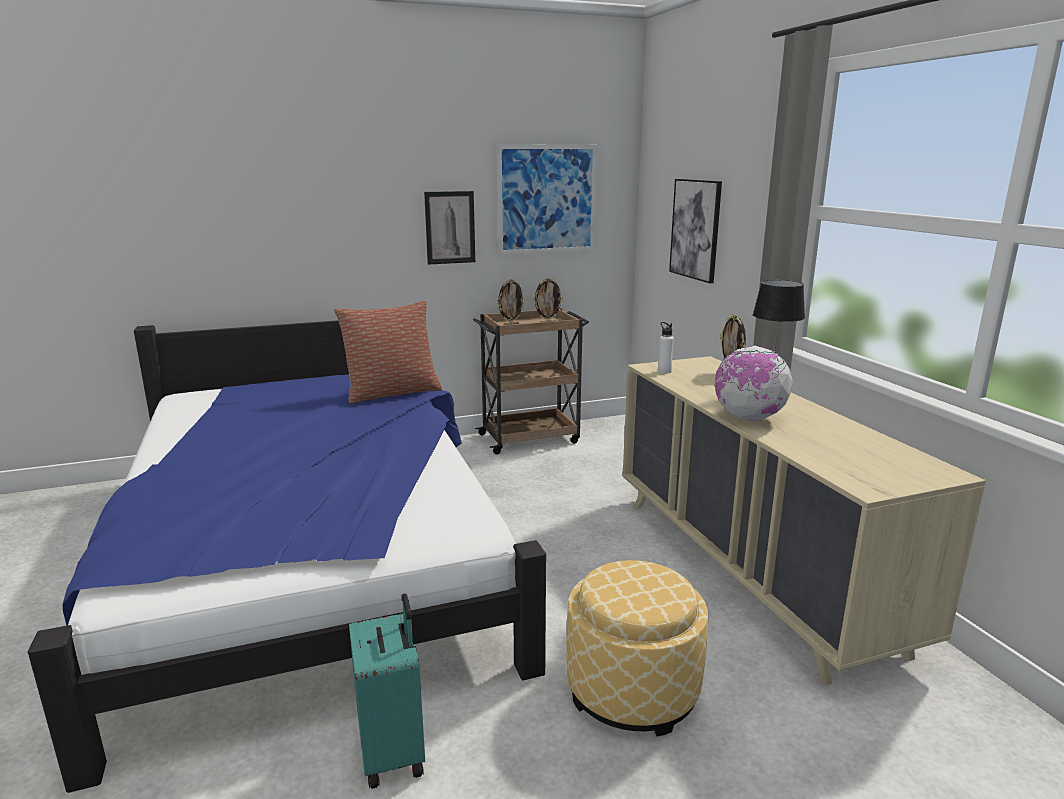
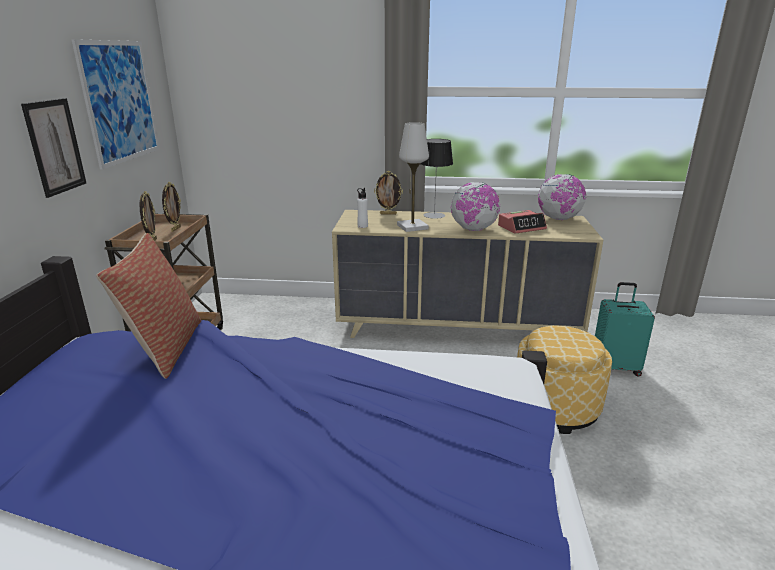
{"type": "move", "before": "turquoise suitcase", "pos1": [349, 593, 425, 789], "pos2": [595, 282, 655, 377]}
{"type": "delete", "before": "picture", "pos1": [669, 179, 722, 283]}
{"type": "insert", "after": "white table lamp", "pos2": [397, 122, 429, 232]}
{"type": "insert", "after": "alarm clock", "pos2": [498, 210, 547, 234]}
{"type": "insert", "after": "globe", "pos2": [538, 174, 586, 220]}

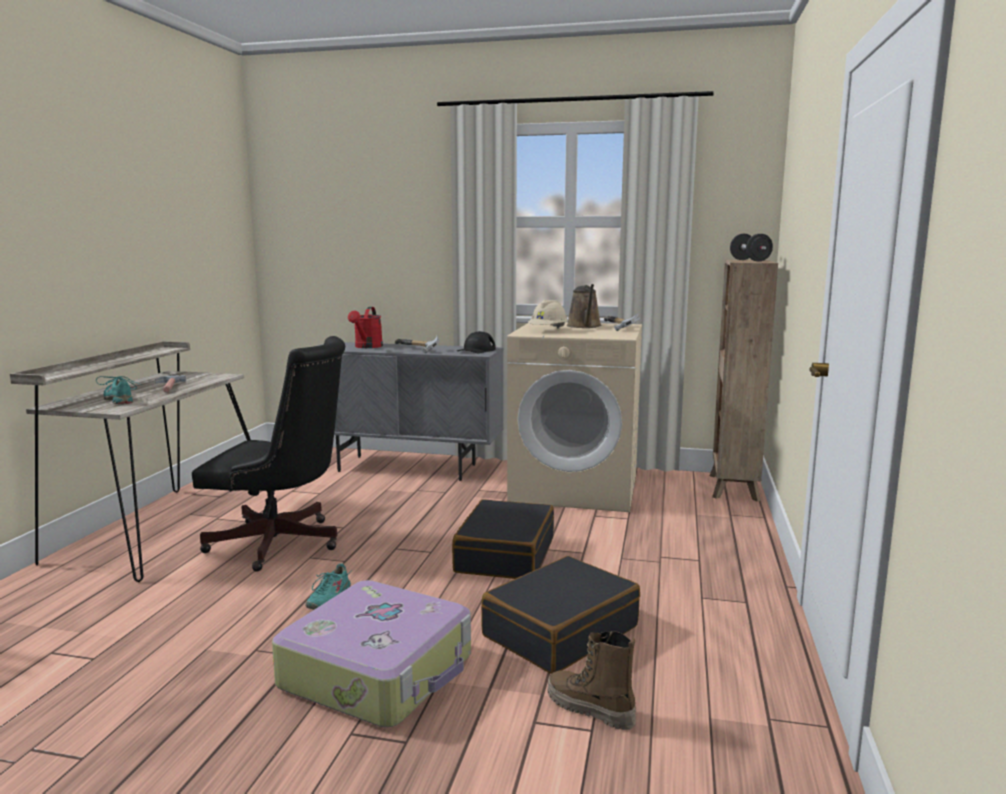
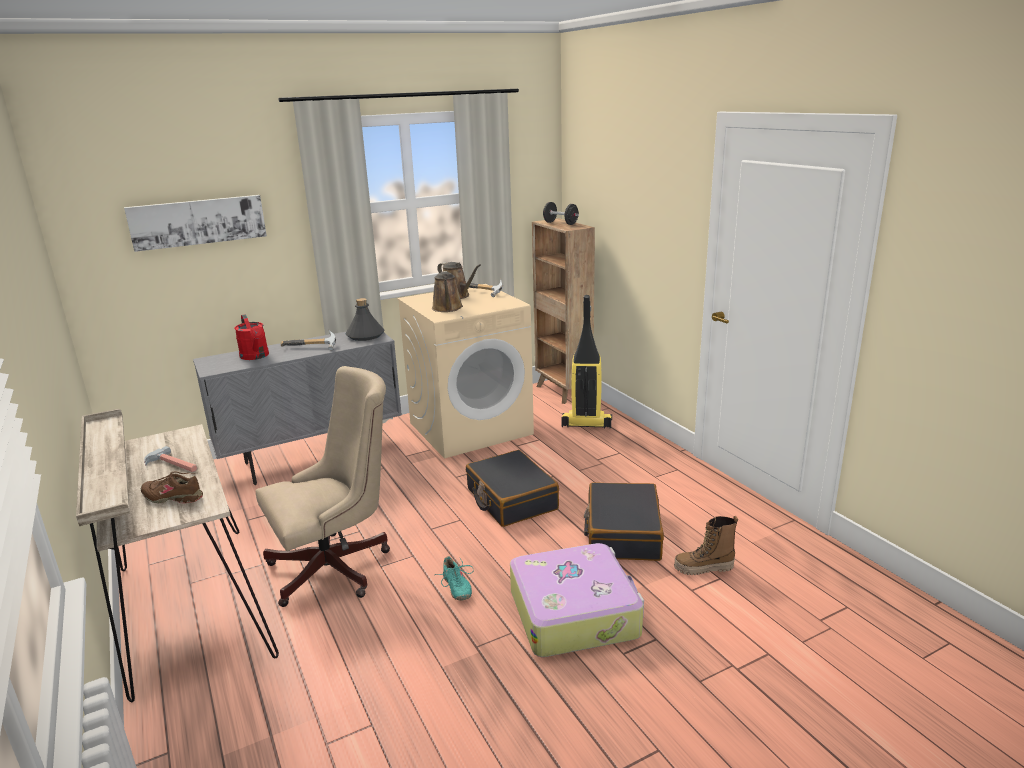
{"type": "recolor", "before": "turquoise shoe", "after": "brown shoe", "pos1": [96, 376, 142, 404], "pos2": [141, 471, 203, 503]}
{"type": "recolor", "before": "black office chair", "after": "beige office chair", "pos1": [192, 336, 345, 571], "pos2": [256, 366, 390, 607]}
{"type": "replace", "before": "black cap", "after": "grey bottle", "pos1": [457, 331, 496, 353], "pos2": [345, 298, 384, 341]}
{"type": "replace", "before": "beige hard hat", "after": "brown watering can", "pos1": [528, 300, 568, 328], "pos2": [432, 271, 463, 312]}
{"type": "insert", "after": "picture", "pos2": [124, 195, 267, 252]}
{"type": "insert", "after": "vacuum cleaner", "pos2": [562, 295, 612, 429]}

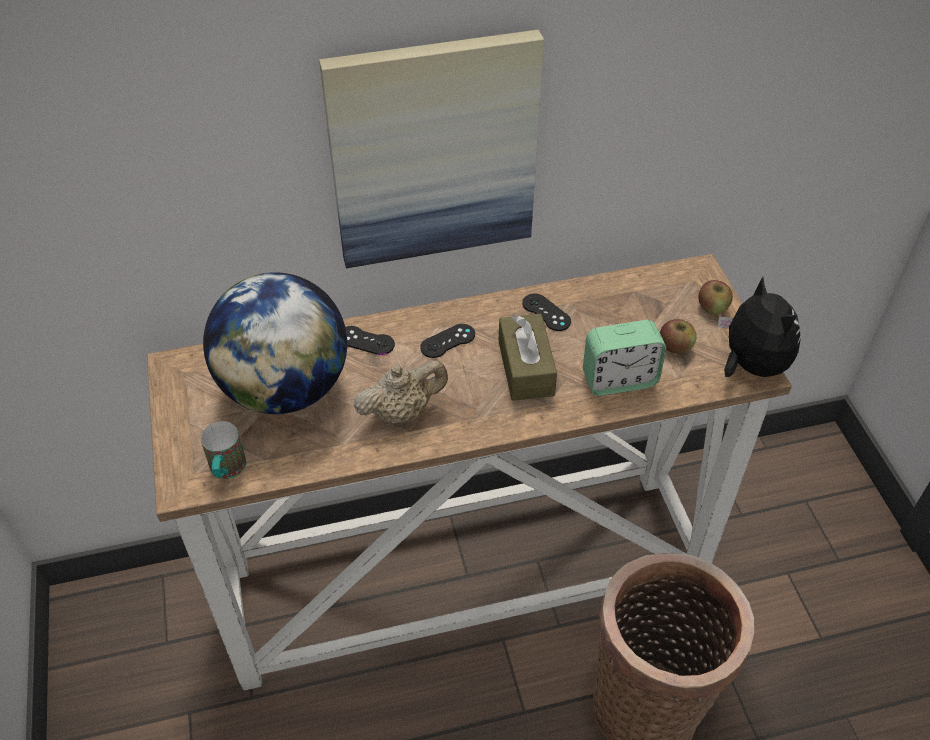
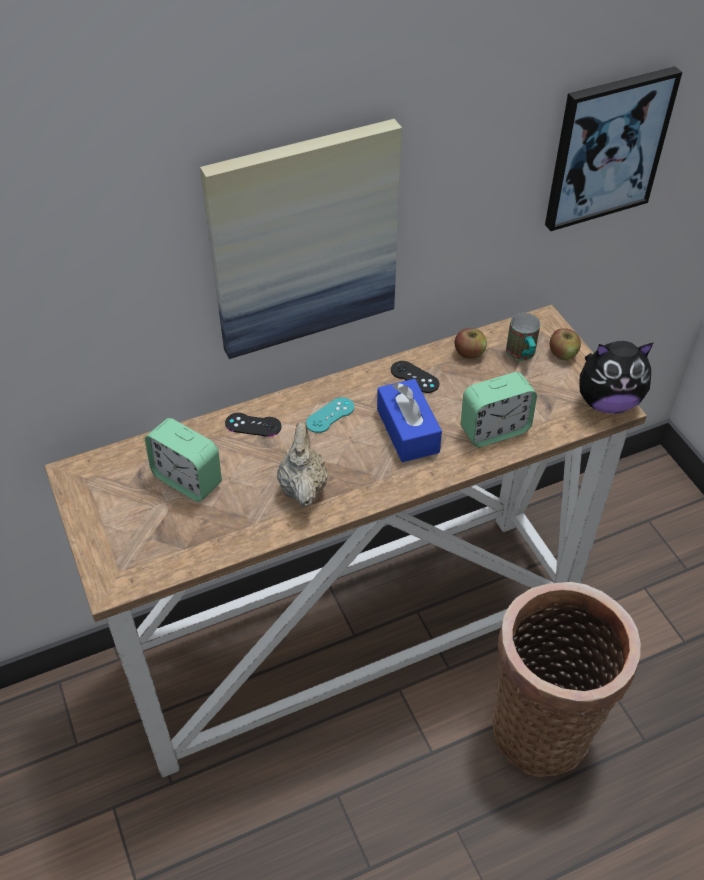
{"type": "move", "before": "mug", "pos1": [201, 421, 246, 479], "pos2": [506, 313, 540, 361]}
{"type": "replace", "before": "globe", "after": "alarm clock", "pos1": [203, 272, 347, 414], "pos2": [145, 418, 222, 502]}
{"type": "rotate", "before": "beige teapot", "pos1": [354, 360, 448, 424], "pos2": [277, 421, 328, 507], "turn": -60}
{"type": "recolor", "before": "black game controller", "after": "turquoise game controller", "pos1": [420, 324, 475, 358], "pos2": [306, 397, 354, 433]}
{"type": "recolor", "before": "brown tissue box", "after": "blue tissue box", "pos1": [499, 314, 557, 401], "pos2": [377, 379, 442, 462]}
{"type": "move", "before": "apple", "pos1": [660, 319, 697, 354], "pos2": [455, 328, 487, 359]}
{"type": "rotate", "before": "plush toy", "pos1": [718, 277, 801, 377], "pos2": [579, 341, 654, 414], "turn": 120}
{"type": "insert", "after": "picture", "pos2": [545, 66, 682, 231]}

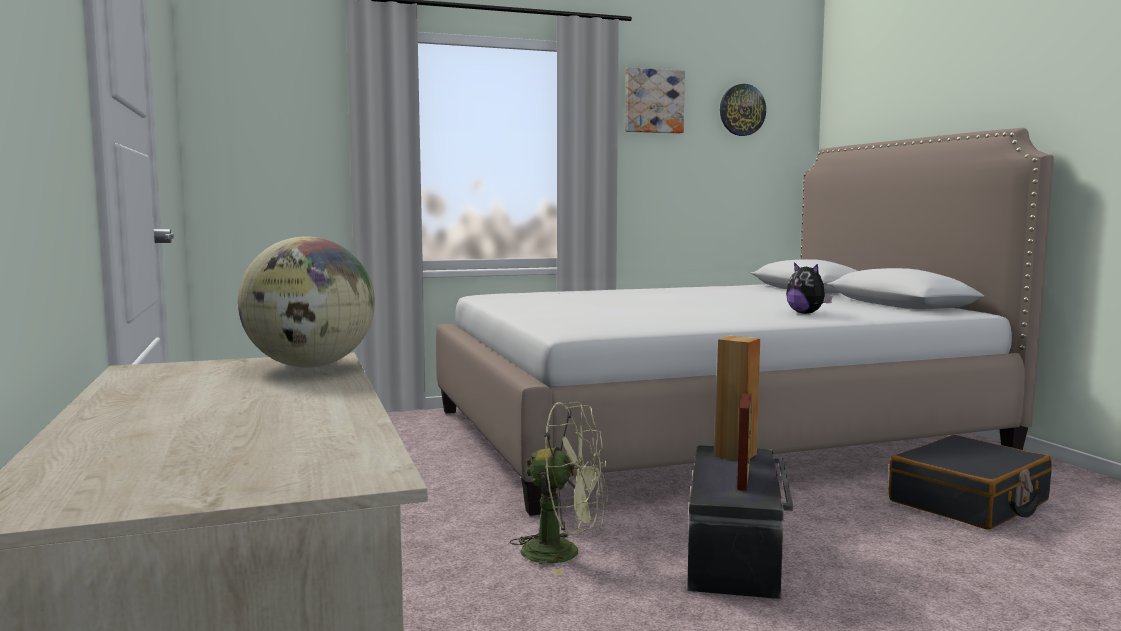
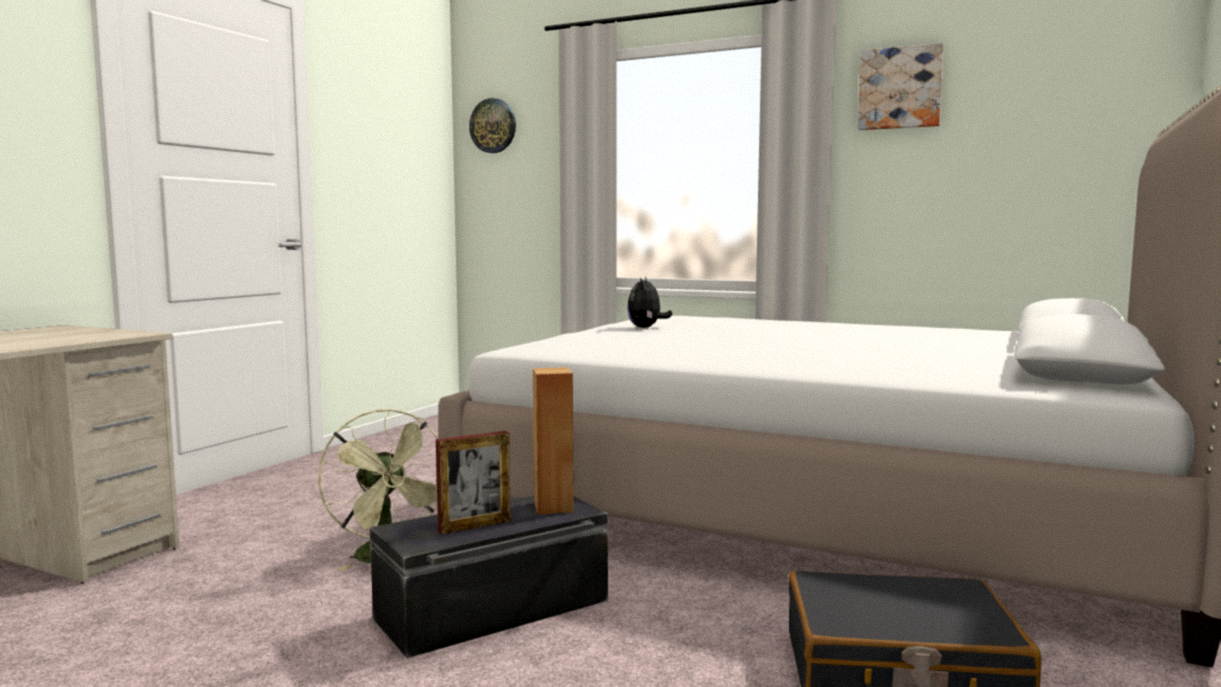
{"type": "delete", "before": "globe", "pos1": [238, 236, 375, 368]}
{"type": "move", "before": "wall clock", "pos1": [720, 84, 766, 136], "pos2": [469, 98, 516, 153]}
{"type": "move", "before": "plush toy", "pos1": [786, 262, 832, 314], "pos2": [627, 276, 672, 328]}

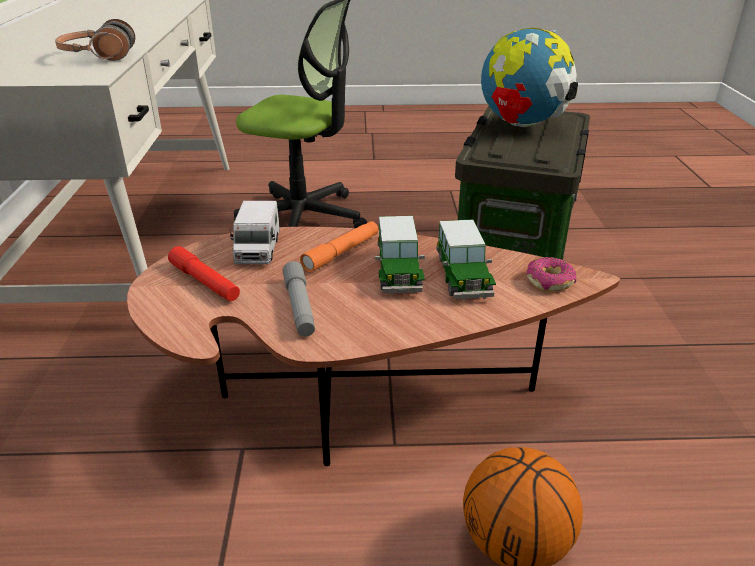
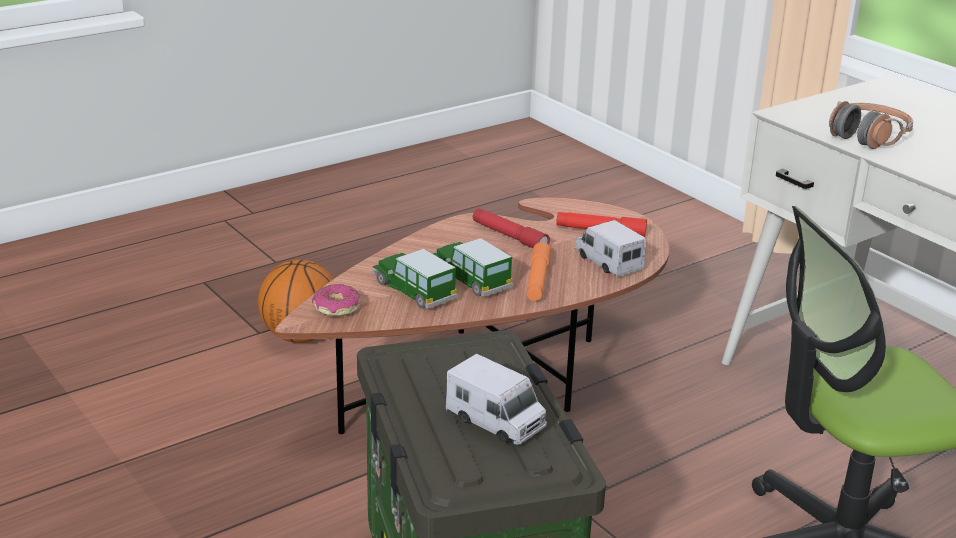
{"type": "recolor", "before": "grey flashlight", "after": "red flashlight", "pos1": [283, 261, 315, 337], "pos2": [473, 209, 550, 248]}
{"type": "replace", "before": "globe", "after": "toy truck", "pos1": [481, 28, 578, 127], "pos2": [446, 354, 547, 445]}

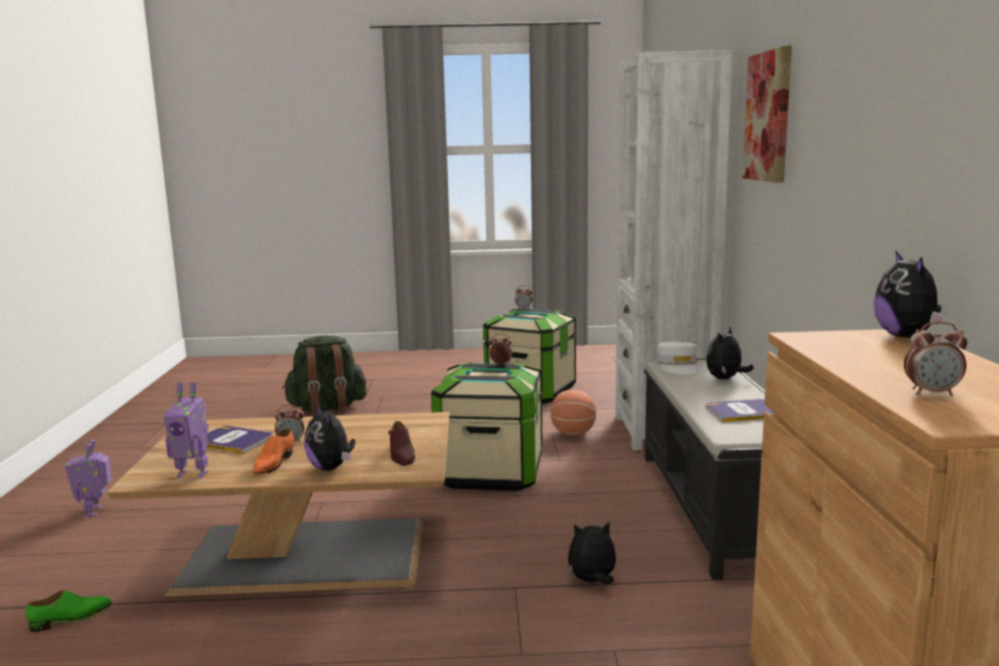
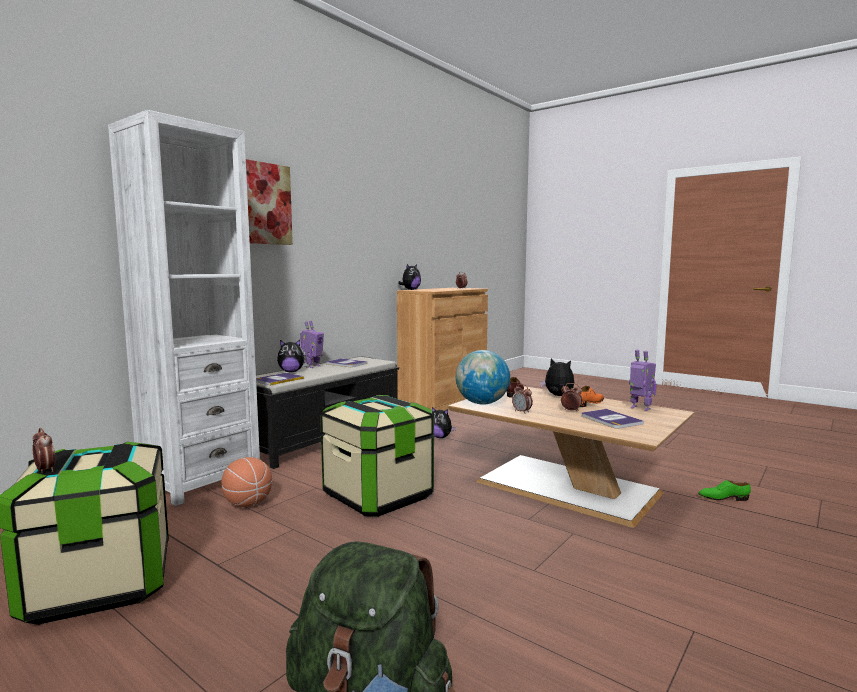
{"type": "move", "before": "toy robot", "pos1": [65, 440, 111, 517], "pos2": [300, 321, 324, 368]}
{"type": "rotate", "before": "plush toy", "pos1": [304, 404, 355, 471], "pos2": [540, 358, 574, 396], "turn": -60}
{"type": "move", "before": "alarm clock", "pos1": [490, 333, 513, 365], "pos2": [512, 384, 533, 413]}
{"type": "replace", "before": "white cap", "after": "book", "pos1": [657, 341, 699, 374], "pos2": [256, 373, 304, 385]}
{"type": "insert", "after": "globe", "pos2": [456, 350, 510, 405]}

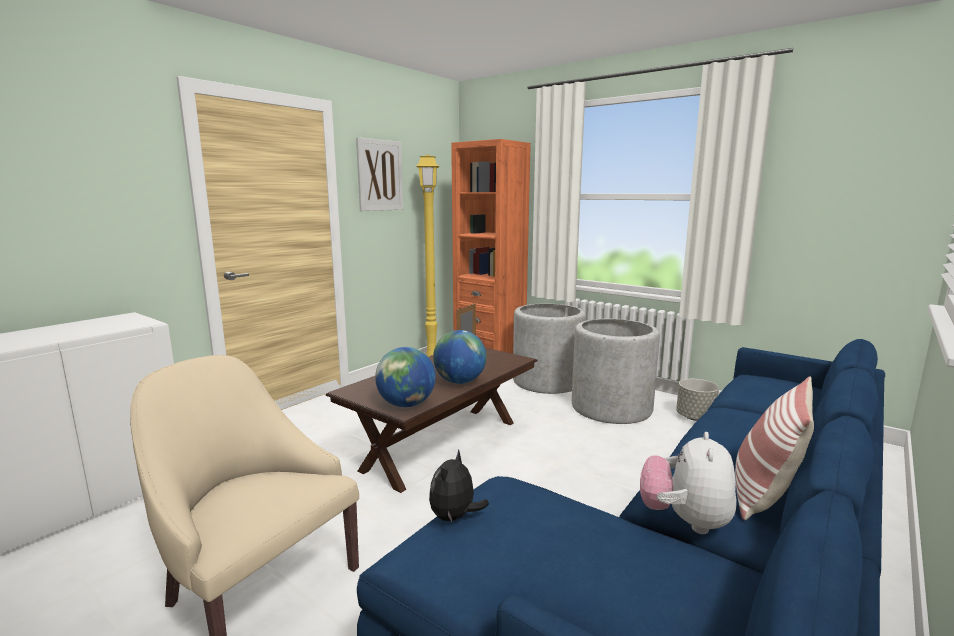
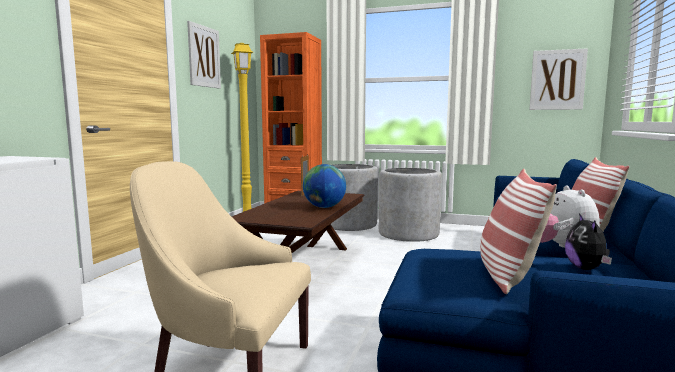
{"type": "delete", "before": "globe", "pos1": [375, 347, 436, 407]}
{"type": "move", "before": "plush toy", "pos1": [429, 449, 489, 522], "pos2": [565, 213, 612, 270]}
{"type": "delete", "before": "grey planter", "pos1": [676, 379, 719, 421]}
{"type": "insert", "after": "pillow", "pos2": [480, 169, 557, 294]}
{"type": "insert", "after": "picture", "pos2": [529, 48, 588, 110]}

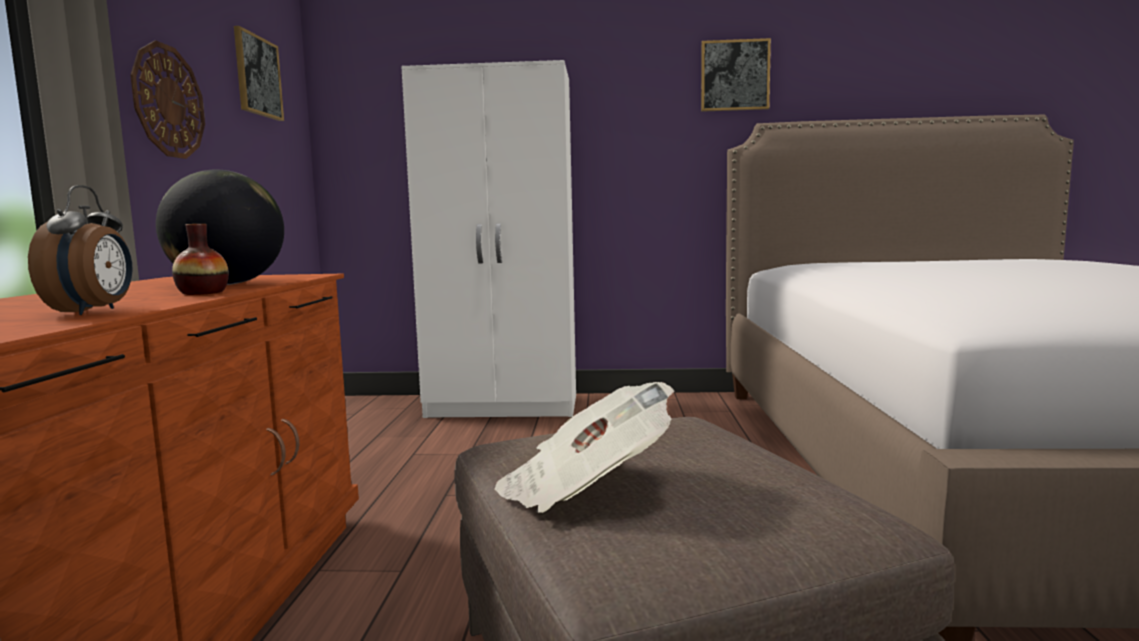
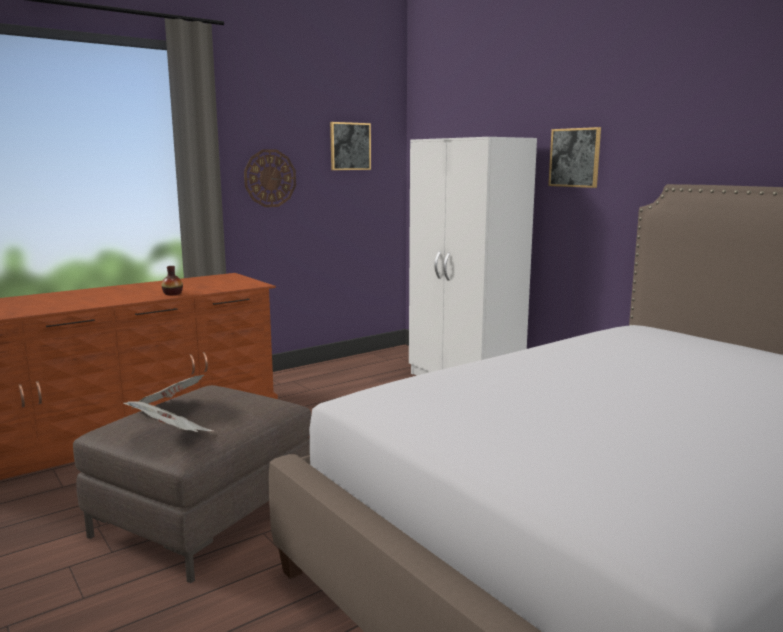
{"type": "delete", "before": "alarm clock", "pos1": [28, 185, 133, 315]}
{"type": "delete", "before": "globe", "pos1": [156, 169, 284, 285]}
{"type": "move", "before": "picture", "pos1": [701, 38, 771, 112], "pos2": [548, 127, 601, 188]}
{"type": "insert", "after": "newspaper", "pos2": [123, 401, 214, 432]}

